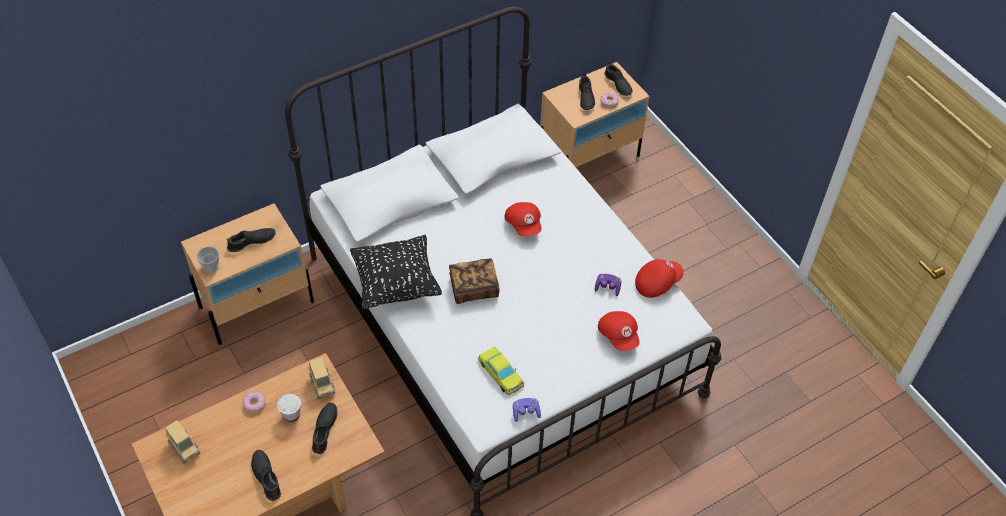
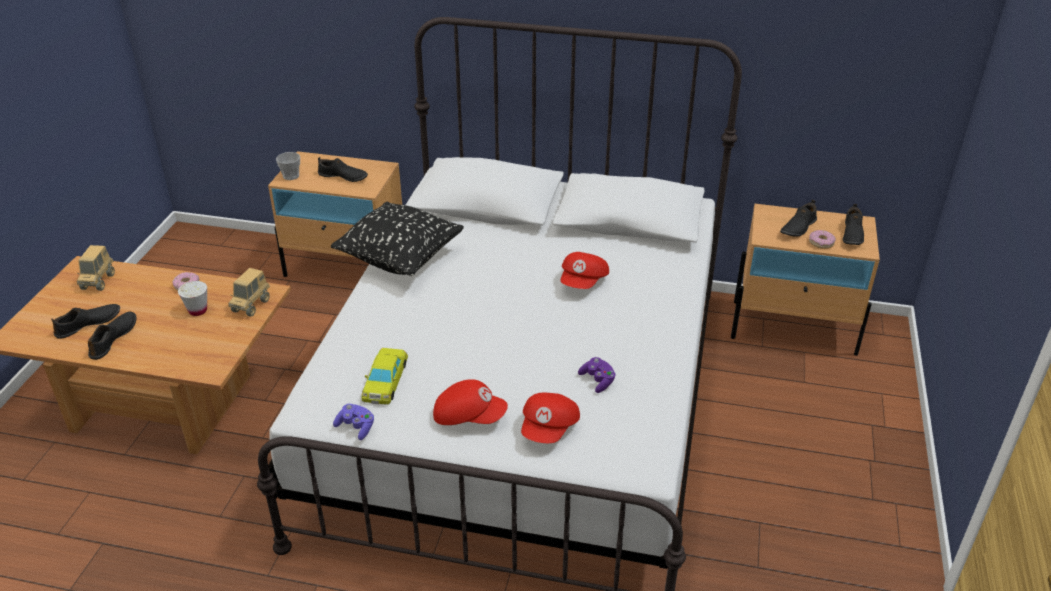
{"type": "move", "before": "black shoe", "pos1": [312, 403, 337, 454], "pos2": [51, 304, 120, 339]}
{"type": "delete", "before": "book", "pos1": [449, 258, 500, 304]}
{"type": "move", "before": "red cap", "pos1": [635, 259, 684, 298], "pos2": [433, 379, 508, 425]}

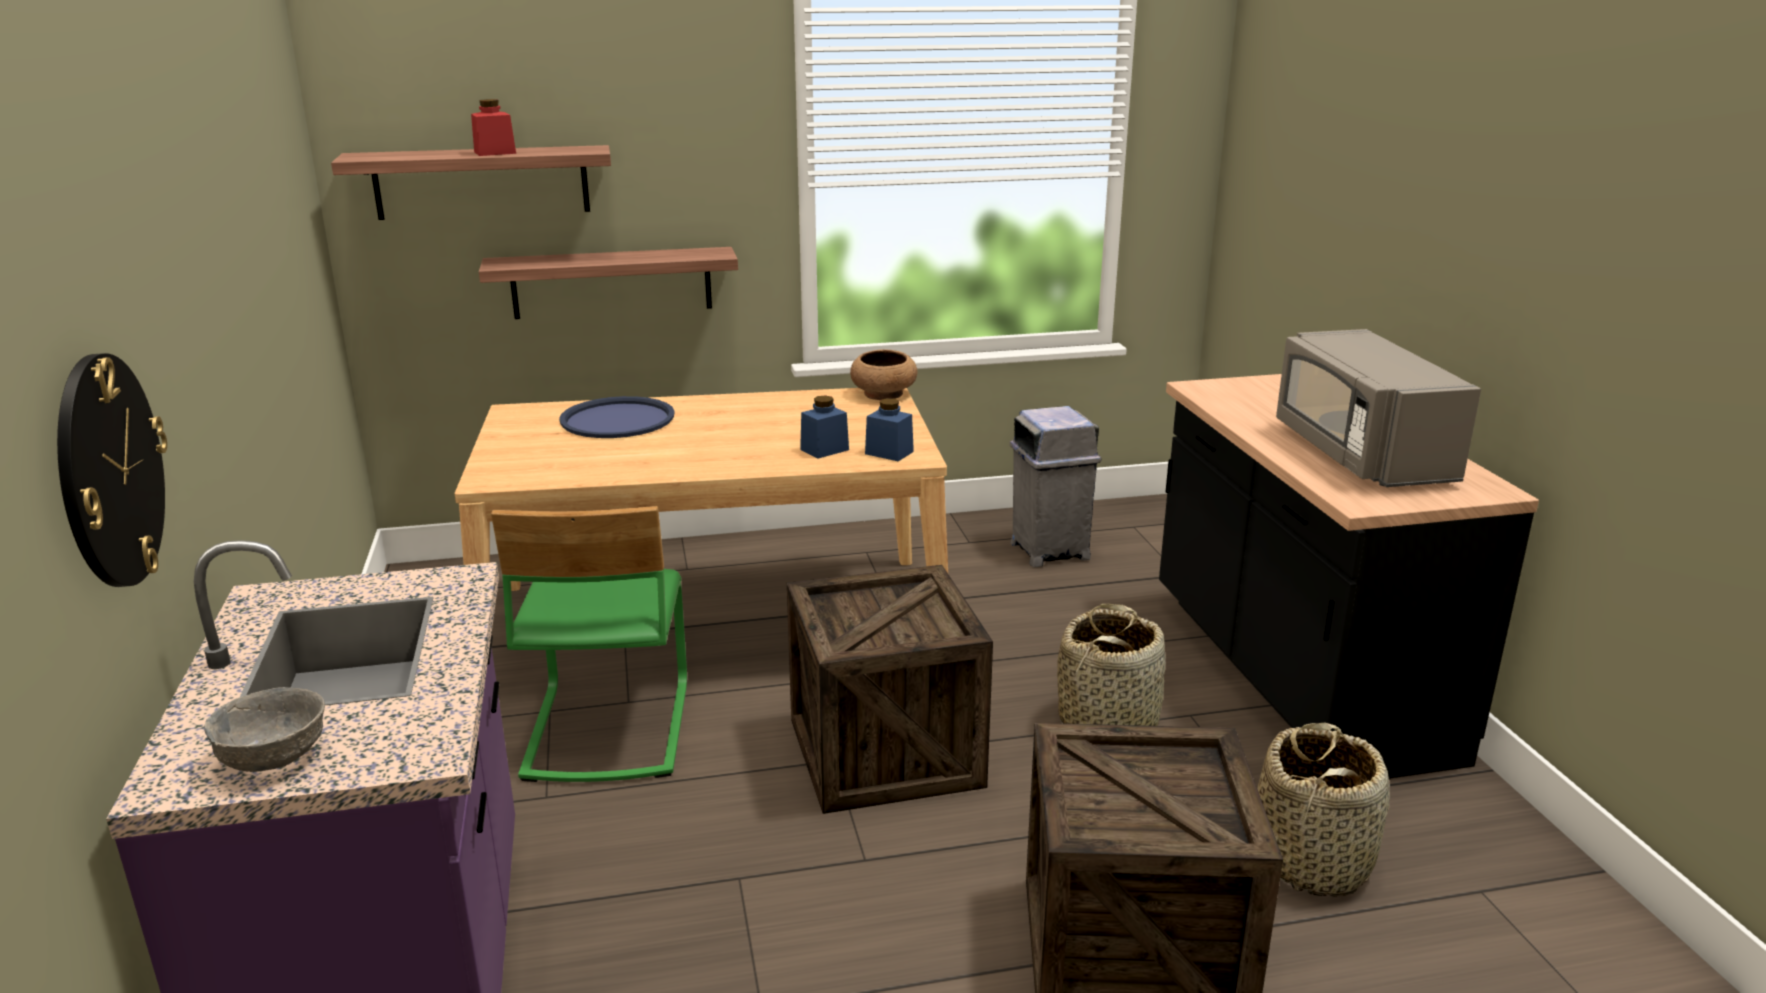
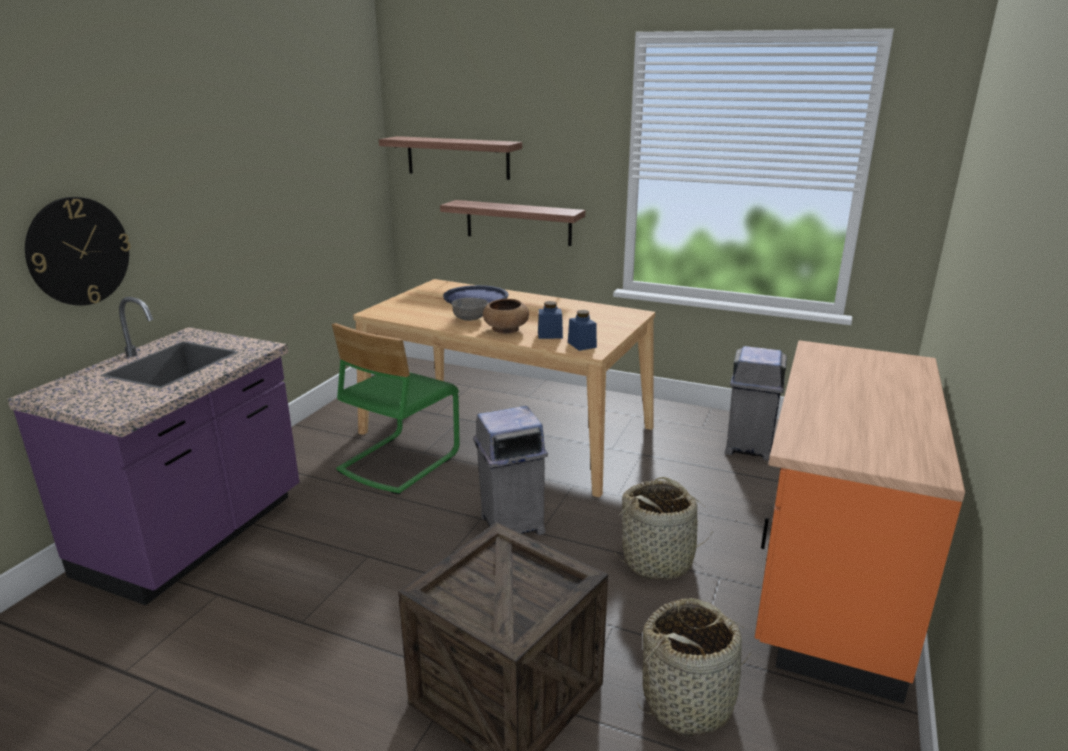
{"type": "move", "before": "grey bowl", "pos1": [204, 687, 325, 772], "pos2": [452, 298, 489, 321]}
{"type": "delete", "before": "red jar", "pos1": [471, 99, 516, 156]}
{"type": "replace", "before": "crate", "after": "grey trash can", "pos1": [787, 565, 993, 814], "pos2": [473, 406, 548, 535]}
{"type": "move", "before": "brown bowl", "pos1": [850, 349, 917, 400], "pos2": [483, 299, 529, 334]}
{"type": "recolor", "before": "black counter", "after": "orange counter", "pos1": [1159, 374, 1539, 779], "pos2": [755, 340, 965, 704]}
{"type": "delete", "before": "grey microwave", "pos1": [1276, 329, 1481, 487]}

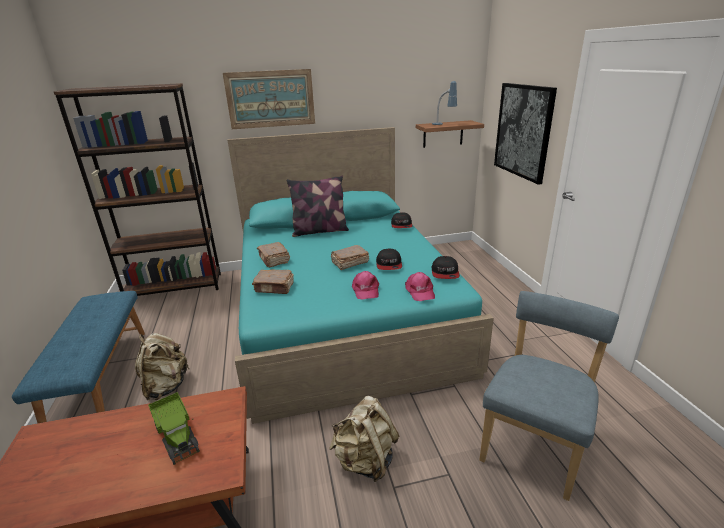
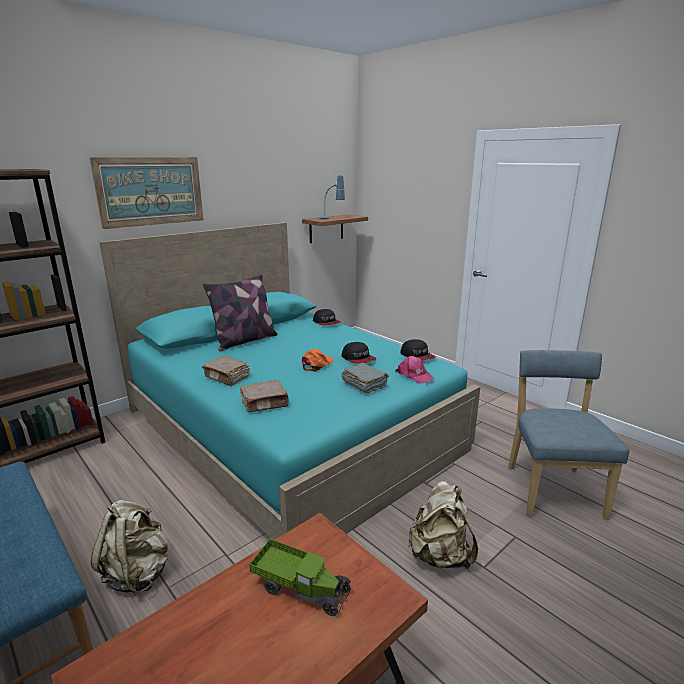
{"type": "replace", "before": "brown book", "after": "orange cap", "pos1": [331, 245, 369, 270], "pos2": [302, 349, 334, 372]}
{"type": "replace", "before": "pink cap", "after": "grey book", "pos1": [352, 271, 379, 300], "pos2": [341, 363, 389, 393]}
{"type": "delete", "before": "picture", "pos1": [494, 83, 557, 185]}

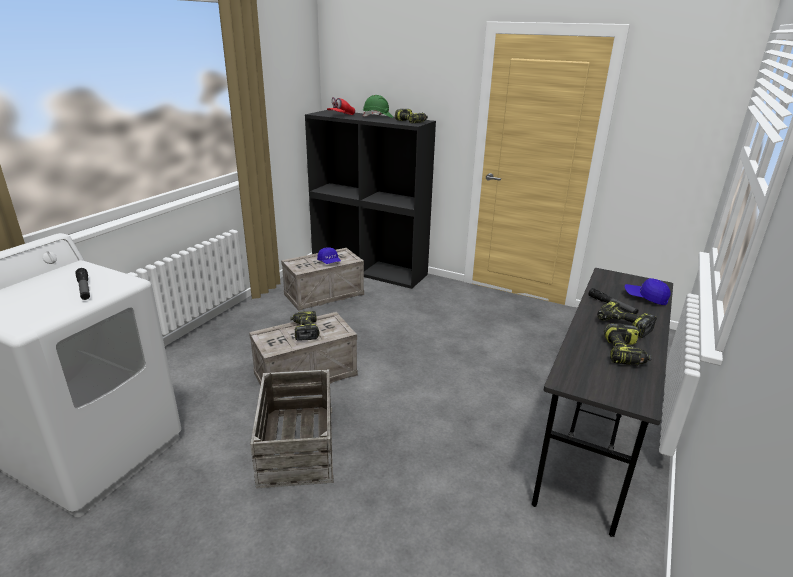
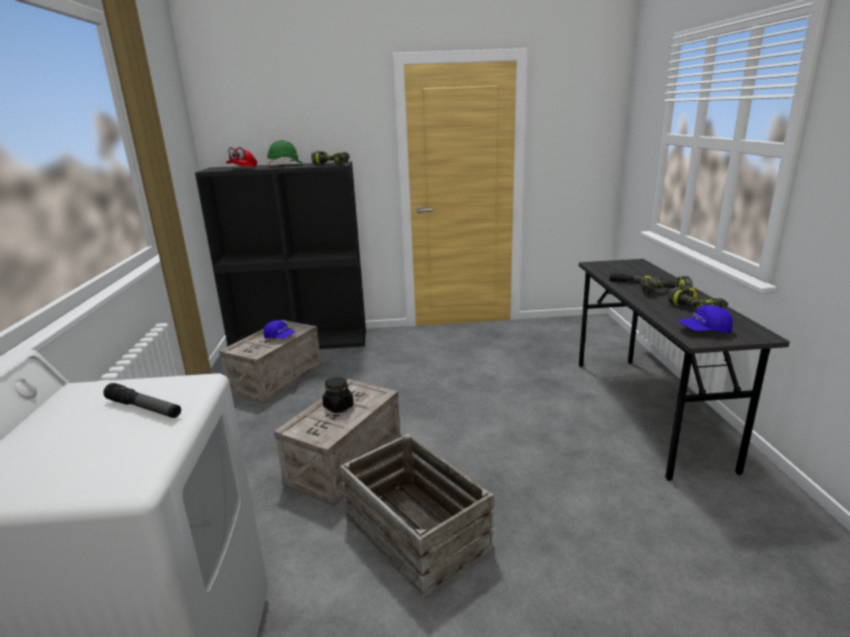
{"type": "replace", "before": "power drill", "after": "black jar", "pos1": [290, 311, 319, 341], "pos2": [322, 377, 354, 413]}
{"type": "move", "before": "blue cap", "pos1": [625, 278, 671, 305], "pos2": [678, 305, 733, 333]}

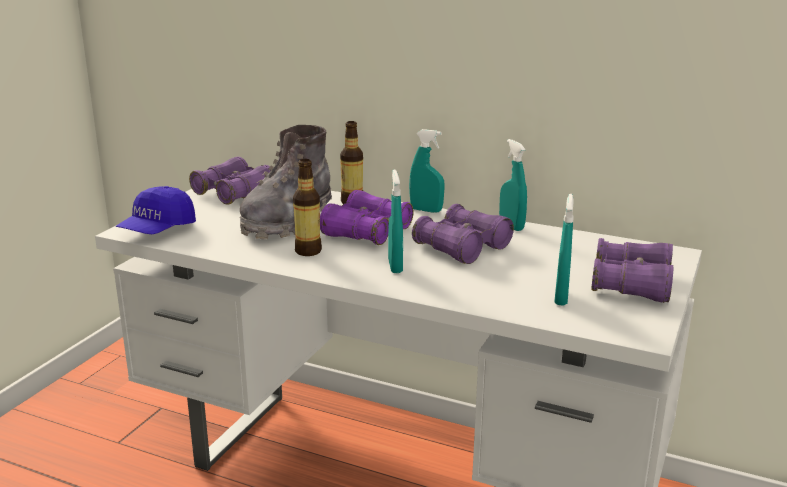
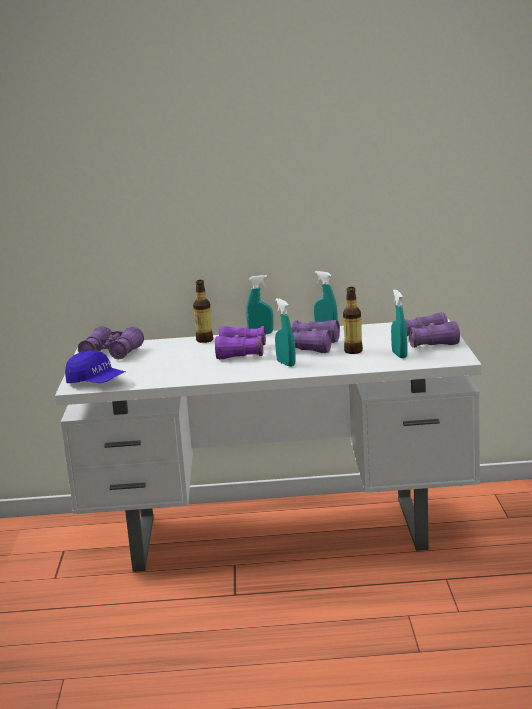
{"type": "rotate", "before": "blue cap", "pos1": [116, 186, 196, 234], "pos2": [65, 350, 126, 383], "turn": -60}
{"type": "delete", "before": "grey boot", "pos1": [240, 125, 332, 240]}
{"type": "move", "before": "bottle", "pos1": [293, 159, 322, 256], "pos2": [343, 287, 363, 354]}

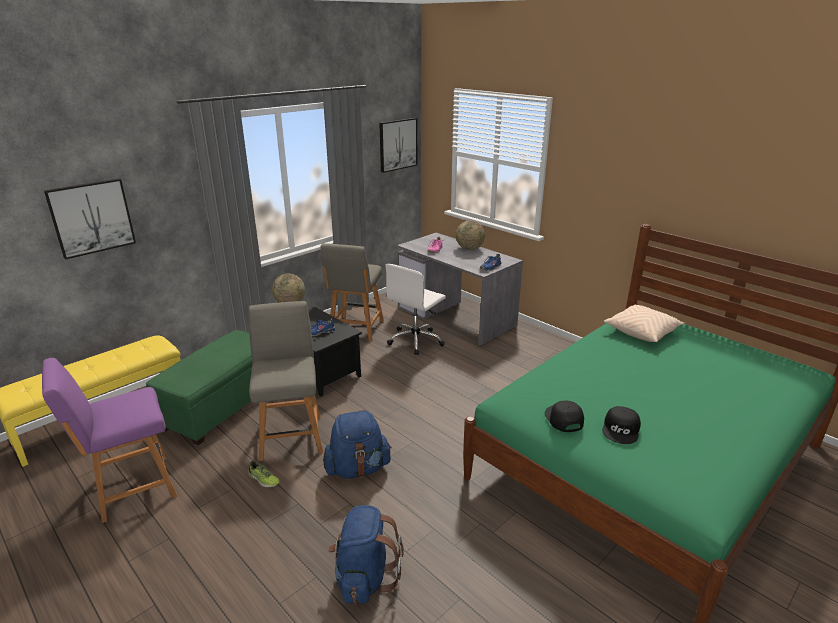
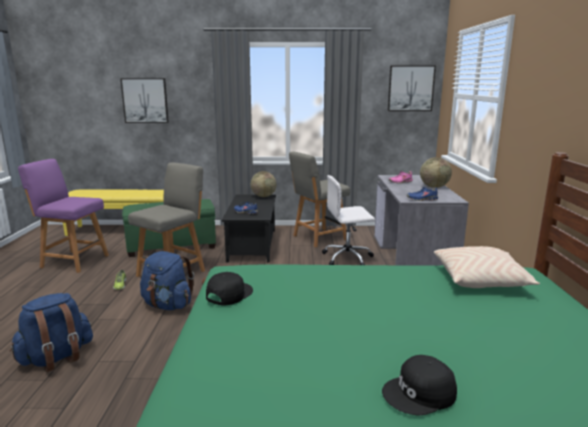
{"type": "move", "before": "black cap", "pos1": [602, 406, 641, 444], "pos2": [382, 355, 457, 415]}

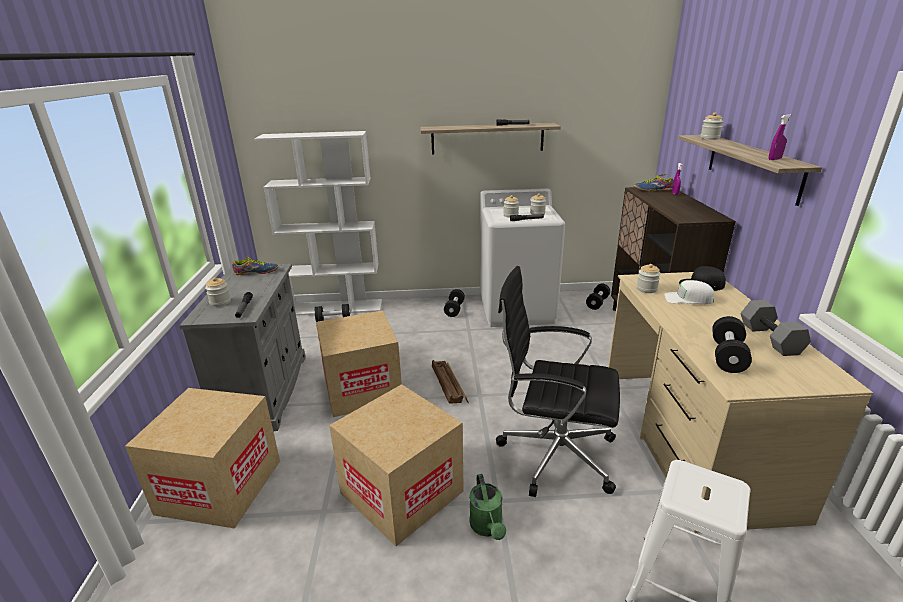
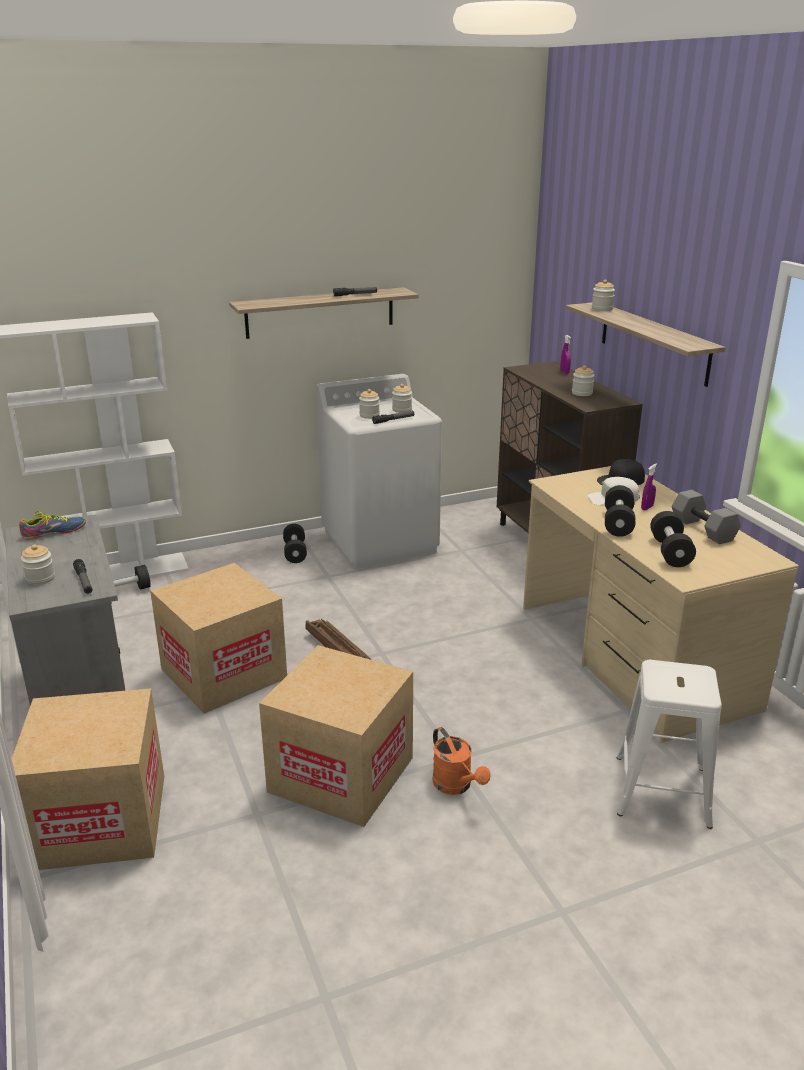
{"type": "recolor", "before": "green watering can", "after": "orange watering can", "pos1": [469, 474, 506, 540], "pos2": [432, 727, 490, 795]}
{"type": "delete", "before": "black office chair", "pos1": [496, 266, 620, 497]}
{"type": "move", "before": "black dumbbell", "pos1": [586, 284, 610, 310], "pos2": [605, 485, 635, 537]}
{"type": "delete", "before": "shoe", "pos1": [634, 174, 674, 191]}
{"type": "move", "before": "jar", "pos1": [637, 264, 660, 293], "pos2": [572, 365, 595, 396]}
{"type": "move", "before": "purple spray bottle", "pos1": [769, 114, 791, 160], "pos2": [641, 463, 657, 510]}

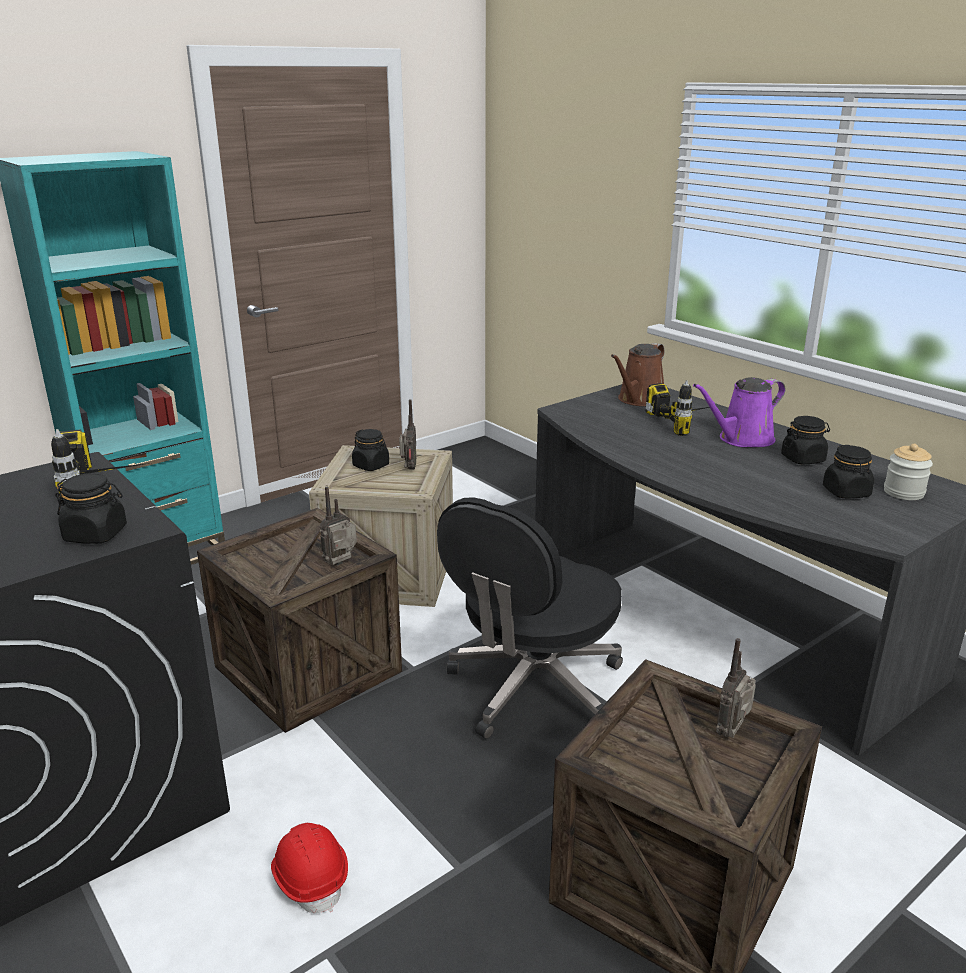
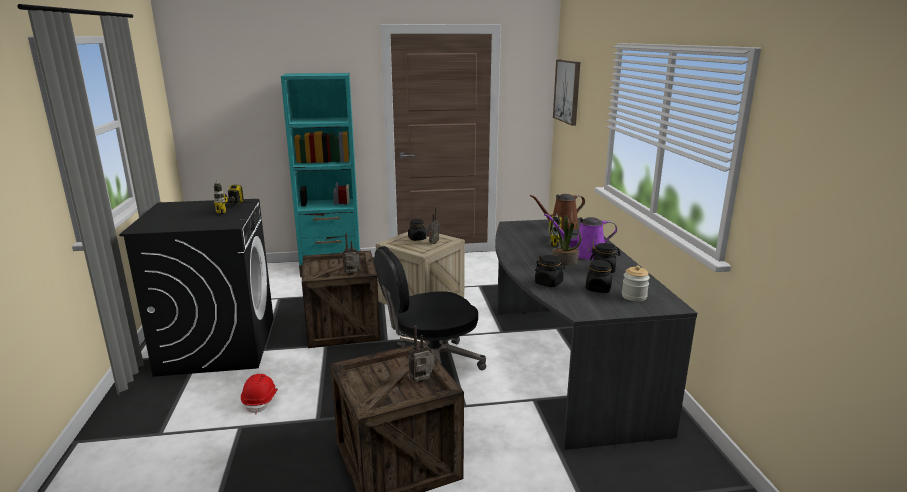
{"type": "move", "before": "black jar", "pos1": [55, 473, 127, 544], "pos2": [535, 255, 565, 287]}
{"type": "insert", "after": "potted plant", "pos2": [551, 215, 581, 266]}
{"type": "insert", "after": "picture", "pos2": [553, 60, 580, 126]}

